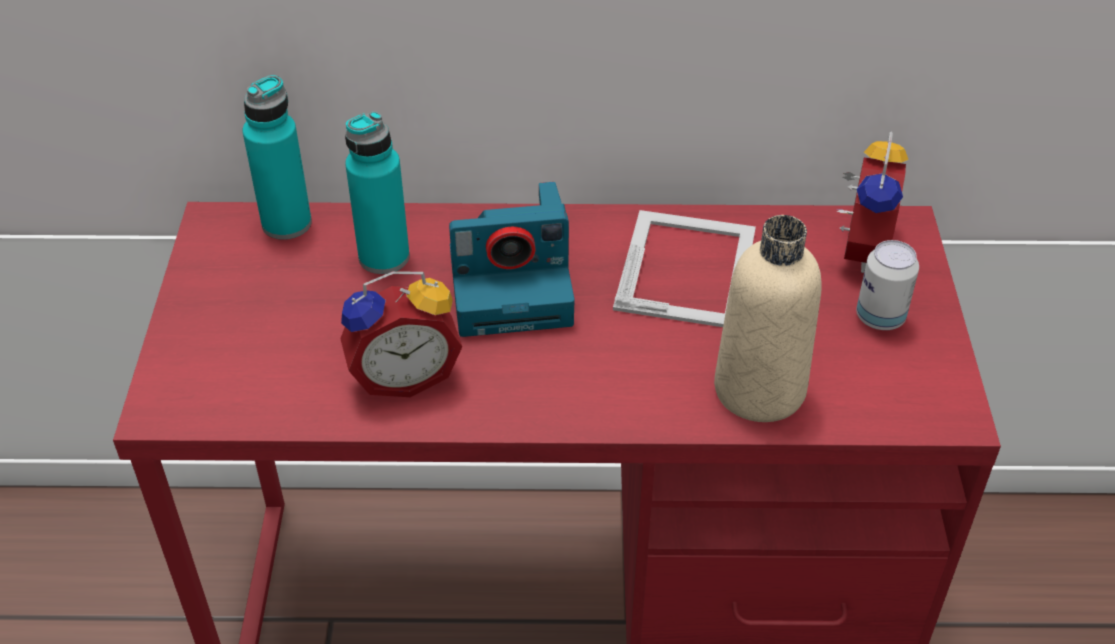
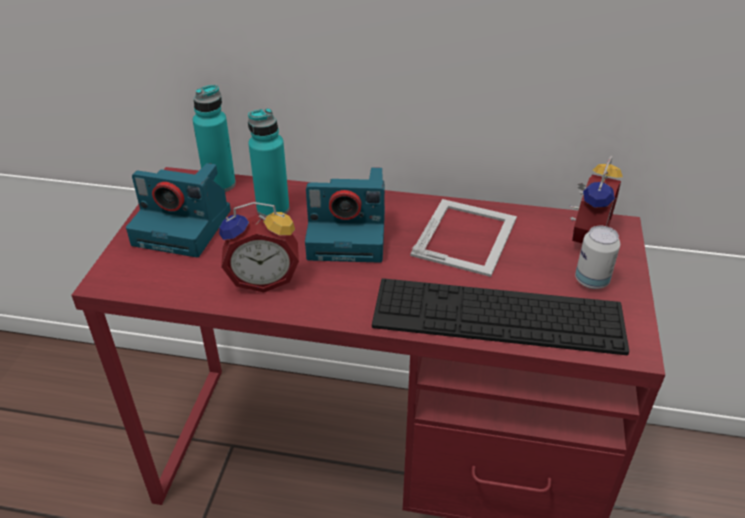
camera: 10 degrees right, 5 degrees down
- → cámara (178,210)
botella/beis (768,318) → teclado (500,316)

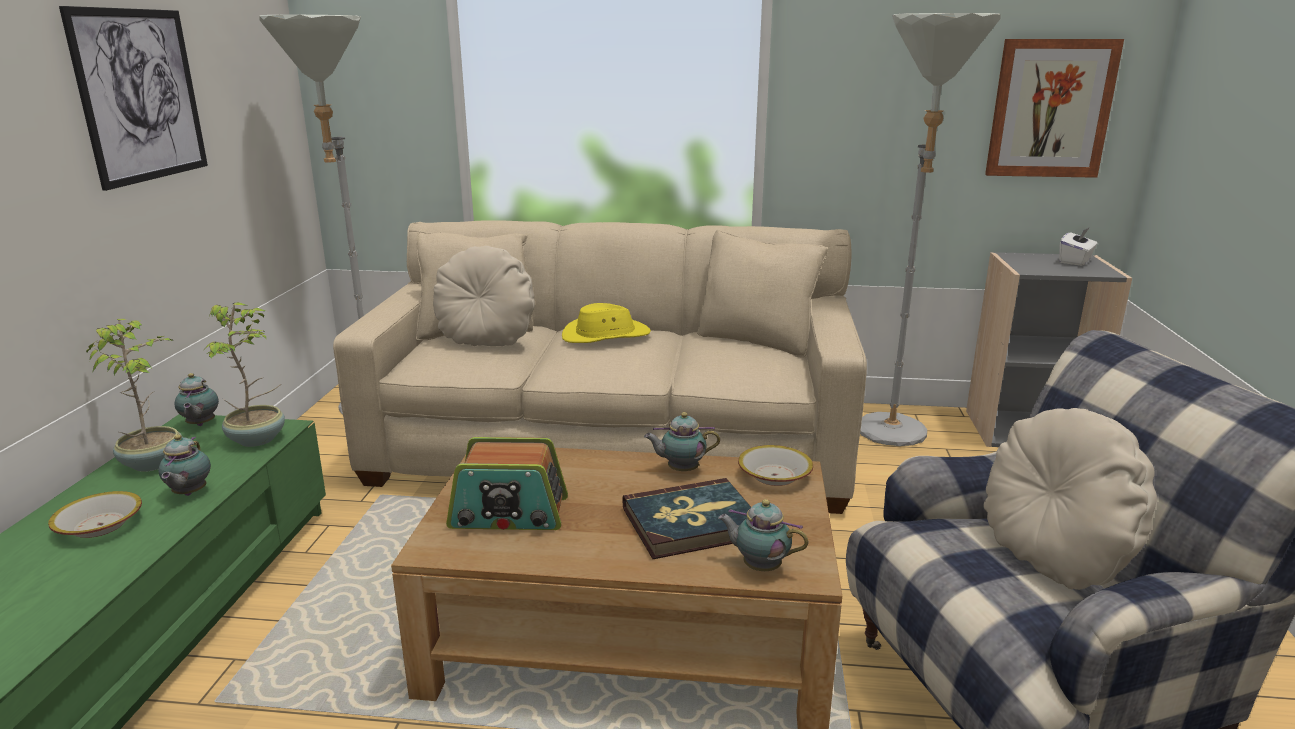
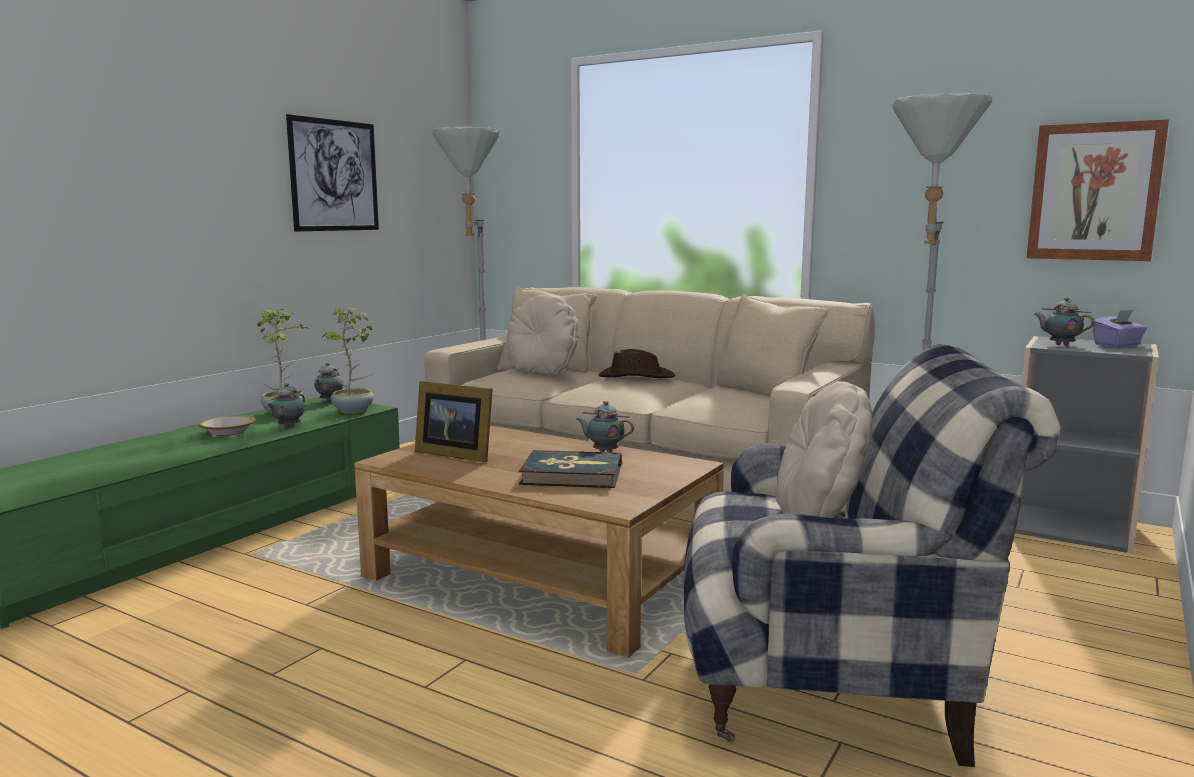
camera: 25 degrees right, 10 degrees down
cuenco (775,465) → -
tetera (763,535) → tetera (1064,321), move
radio (507,483) → portarretratos (454,421)
sombrero/amarillo (606,323) → sombrero/marrón (637,363)
caja de pañuelos/blanco (1078,246) → caja de pañuelos/morado (1120,329)

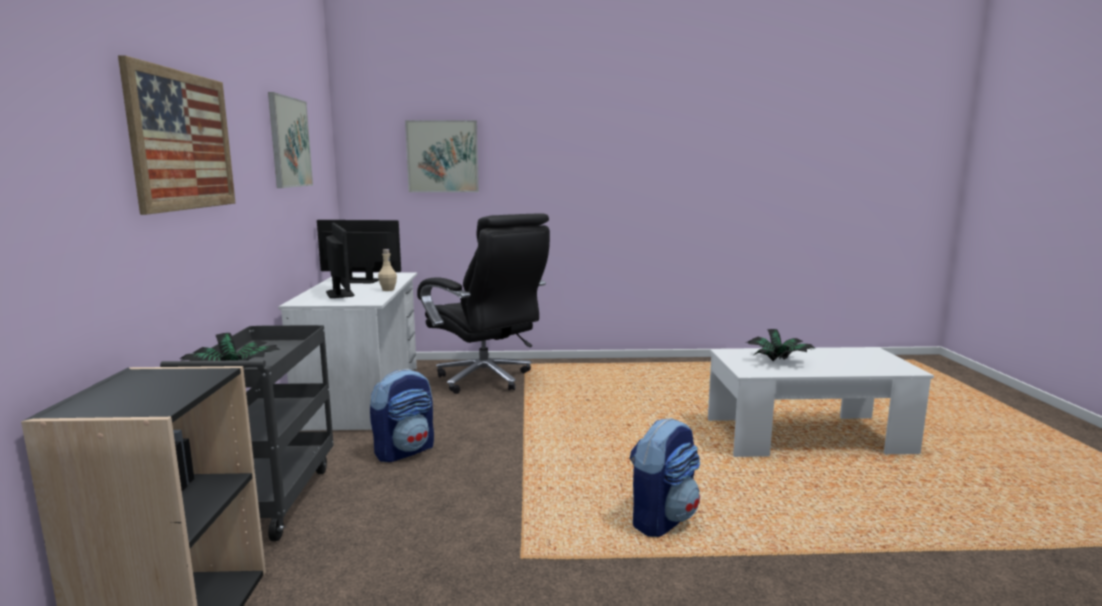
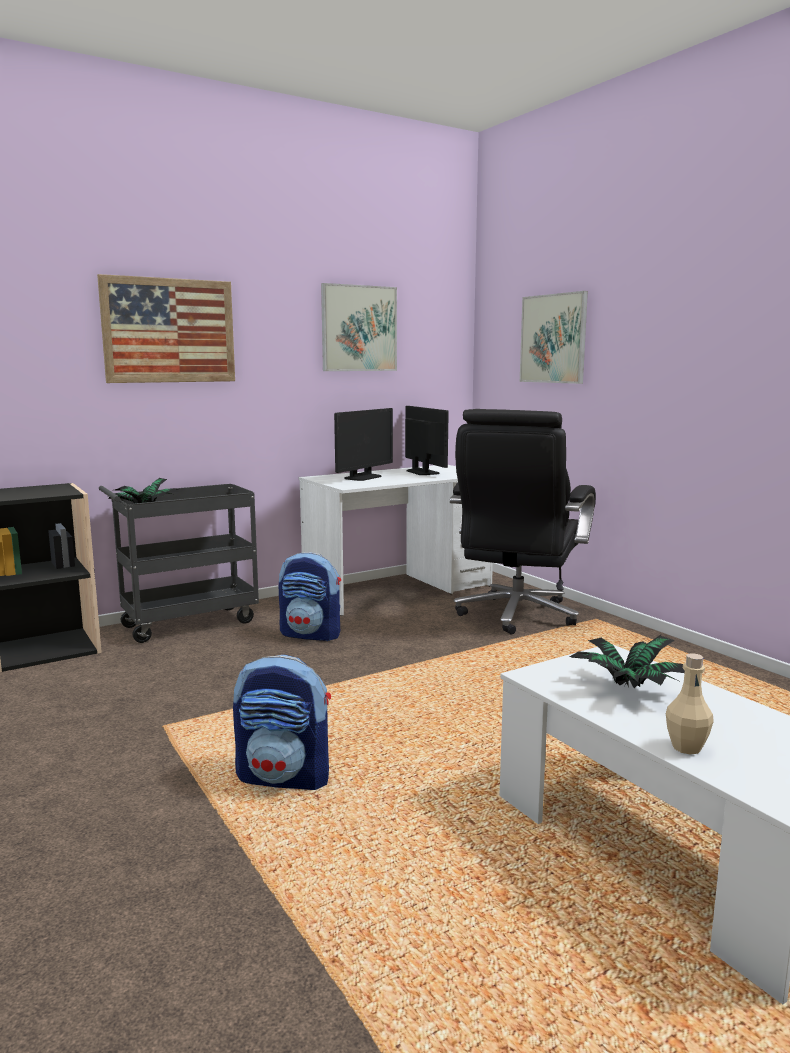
camera: 60 degrees right, 0 degrees up
botella/beis (387,270) → botella/beis (690,704), move

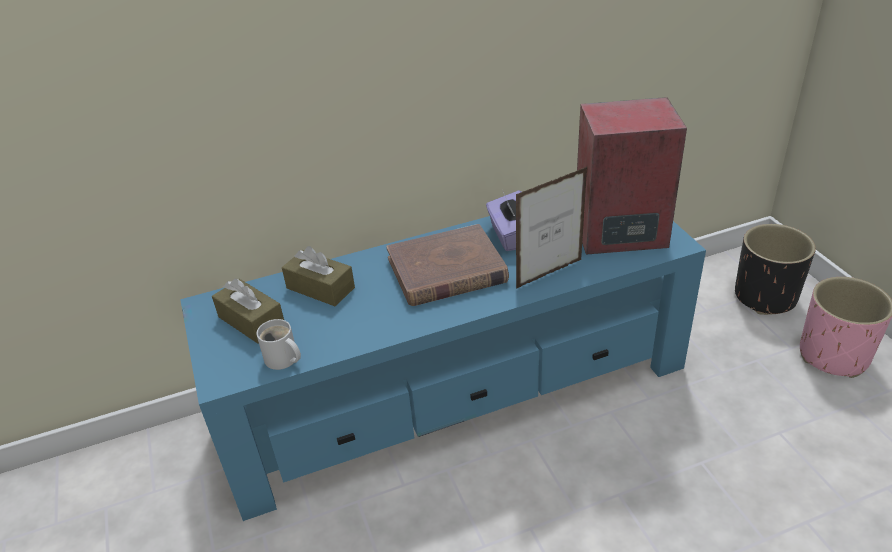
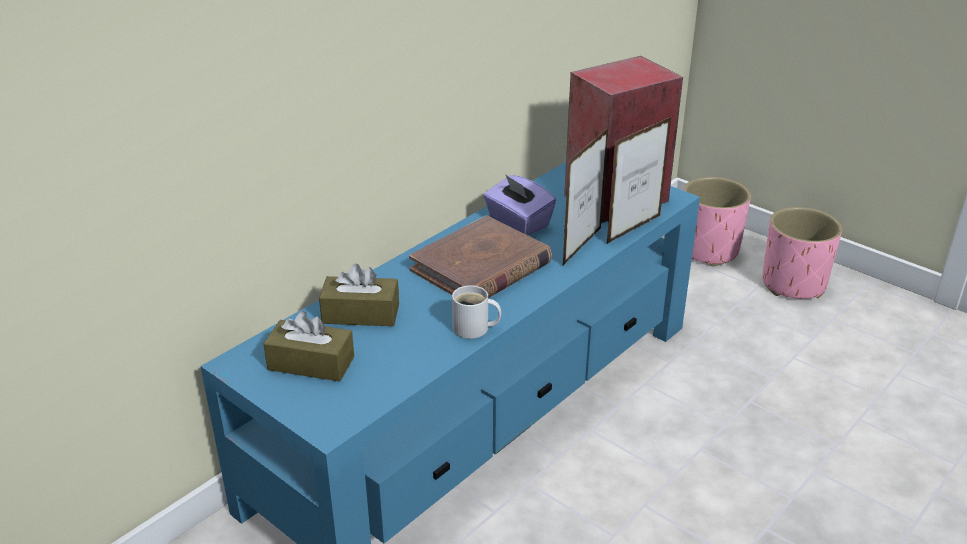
camera: 30 degrees left, 5 degrees down
- → portarretratos (639,180)
taza grande/blanco (278,344) → taza grande/blanco (476,312), move
maceta/negro (775,269) → maceta/rosa (717,221)

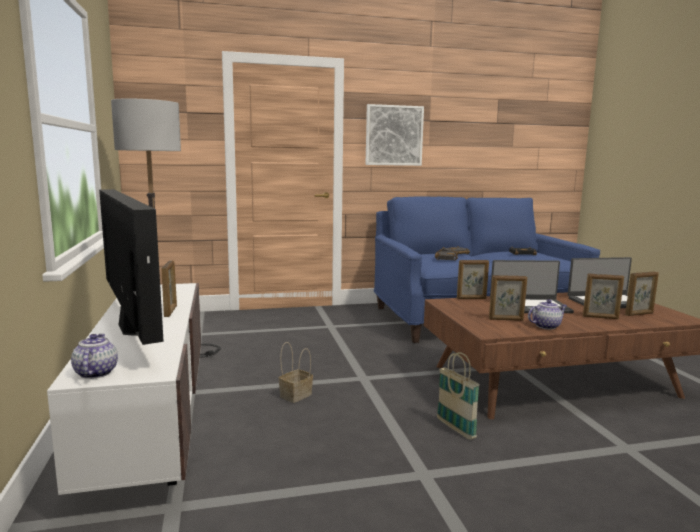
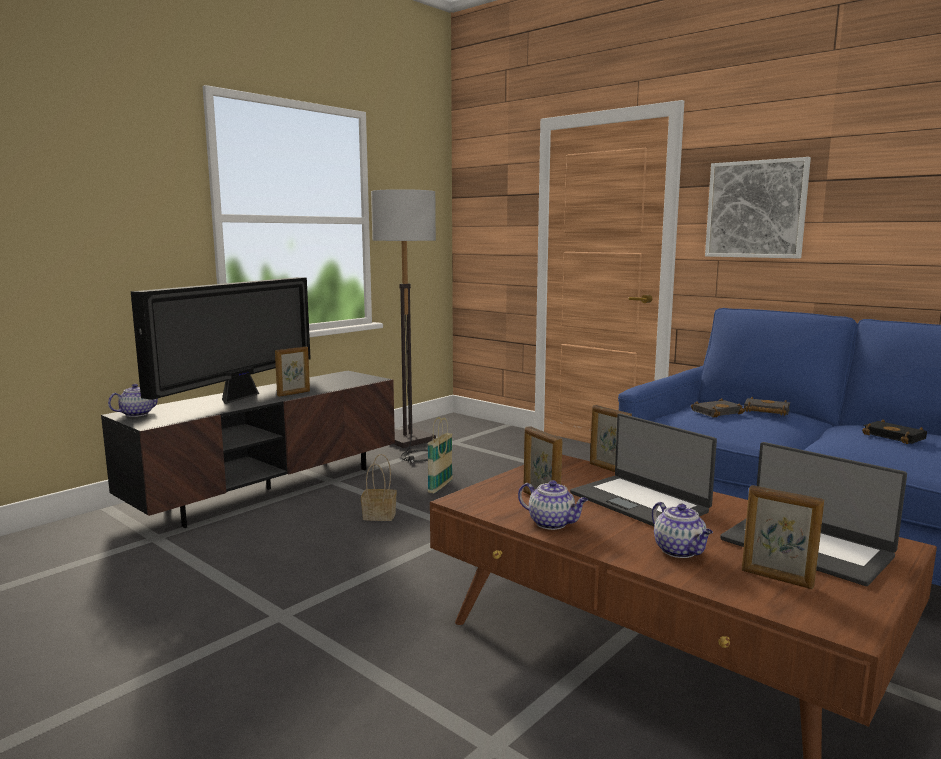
camera: 55 degrees right, 0 degrees up
cesta (458,396) → cesta (440,455), move
portarretratos (603,296) → tetera (682,530)
mueble de televisión/blanco (124,389) → mueble de televisión/negro (248,449)

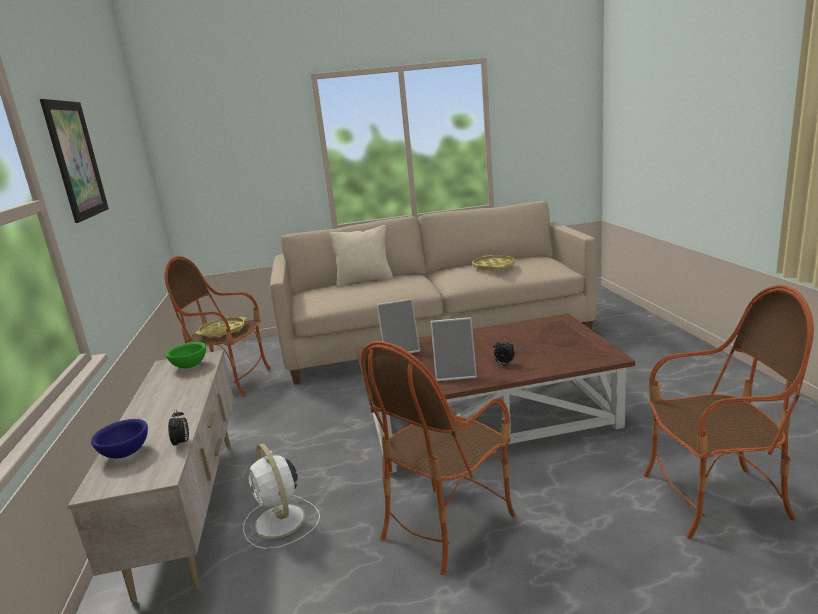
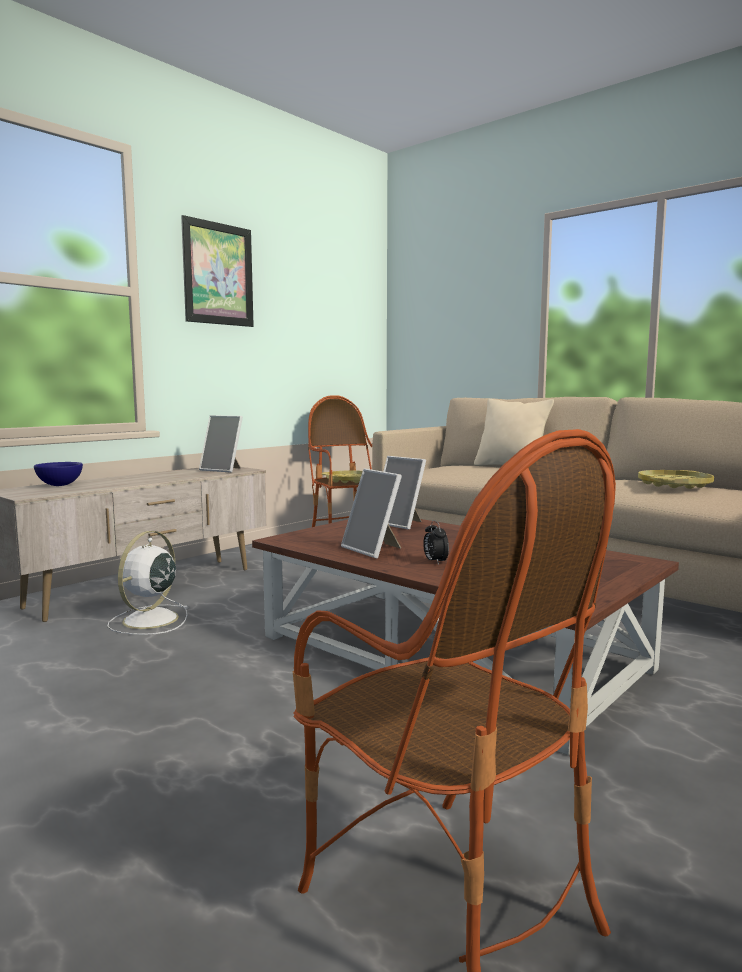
camera: 50 degrees right, 10 degrees down
despertador (178,428) → -
sillón (438,458) → -
cuenco/verde (186,355) → portarretratos (221,444)

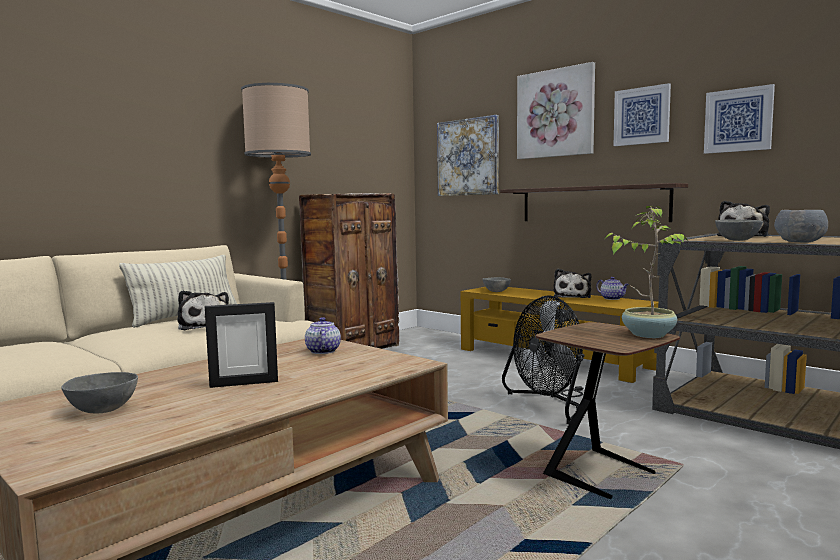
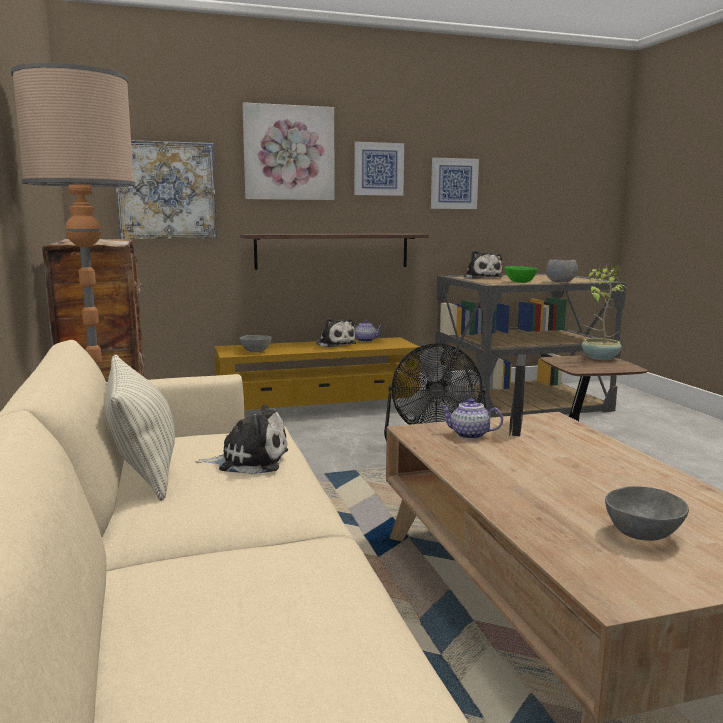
camera: 60 degrees left, 5 degrees up
portarretratos (241,345) → portarretratos (517,395), move
cuenco/gris (739,230) → cuenco/verde (521,274)

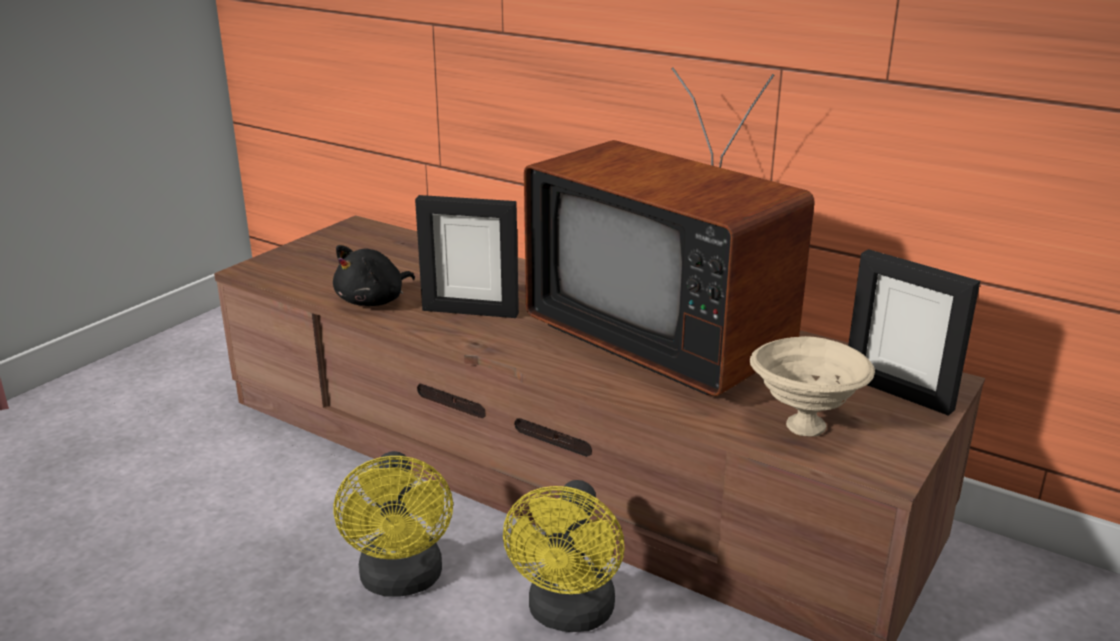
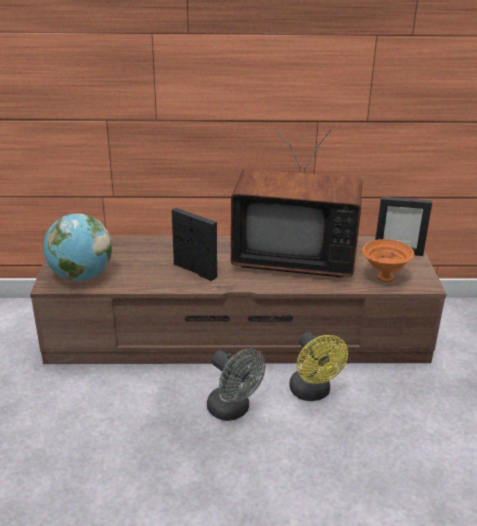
camera: 35 degrees left, 5 degrees up
peluche/negro (374,275) → -
- → globo terráqueo (77,247)
ventilador/amarillo (393,524) → ventilador/gris (236,385)
cuenco/beis (812,386) → cuenco/naranja (388,260)
portarretratos (467,256) → portarretratos (194,244), 120 degrees counterclockwise

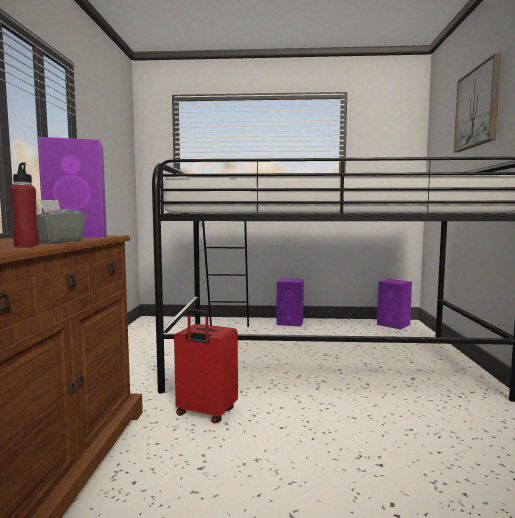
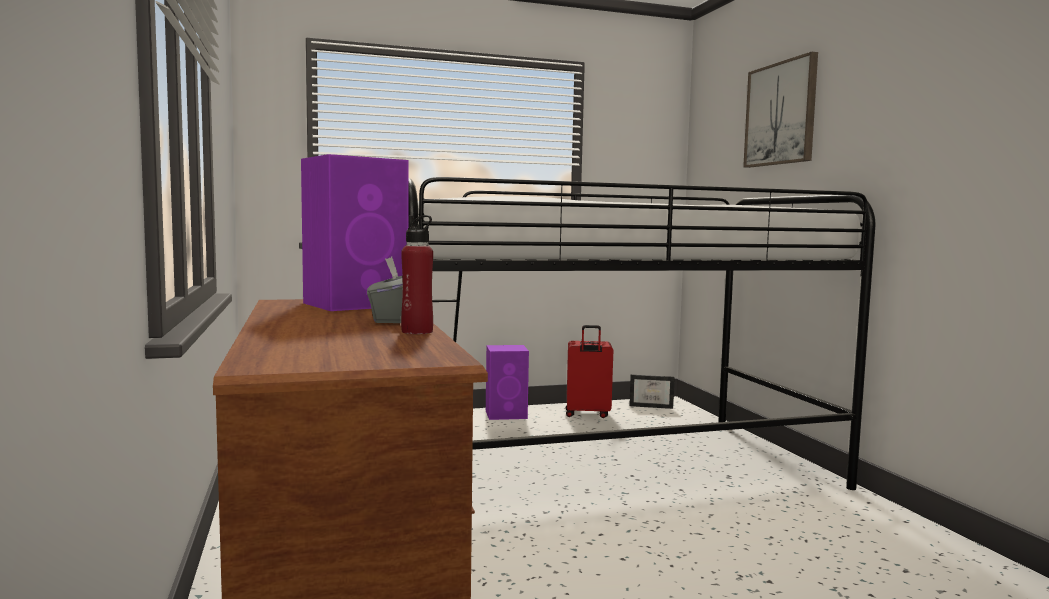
camera: 20 degrees left, 0 degrees up
maleta/rojo (206,366) → maleta/rojo (589,371), move
altavoz/morado (394,304) → portarretratos (652,392)

